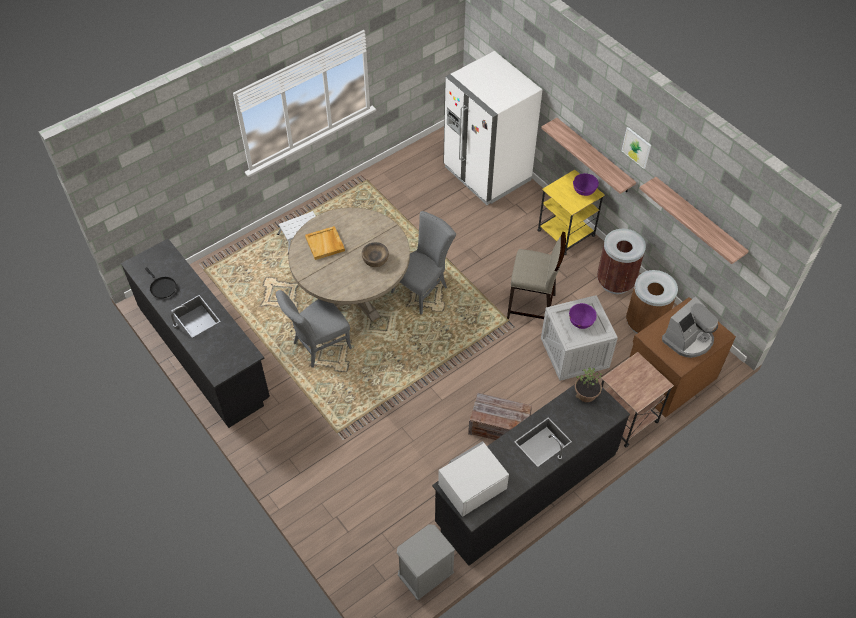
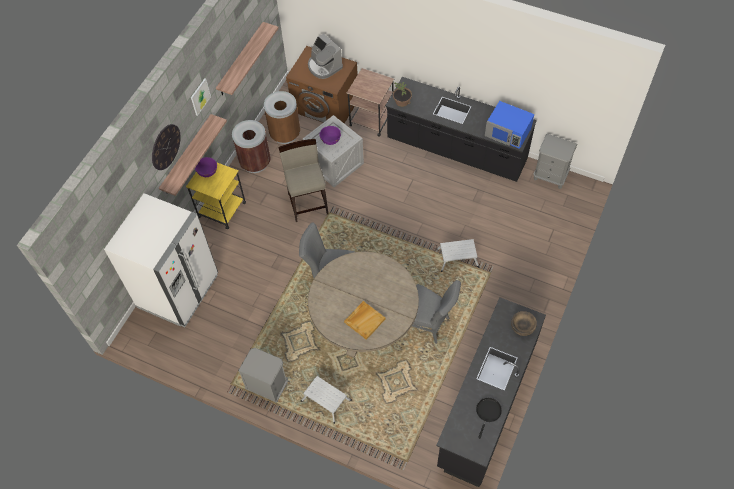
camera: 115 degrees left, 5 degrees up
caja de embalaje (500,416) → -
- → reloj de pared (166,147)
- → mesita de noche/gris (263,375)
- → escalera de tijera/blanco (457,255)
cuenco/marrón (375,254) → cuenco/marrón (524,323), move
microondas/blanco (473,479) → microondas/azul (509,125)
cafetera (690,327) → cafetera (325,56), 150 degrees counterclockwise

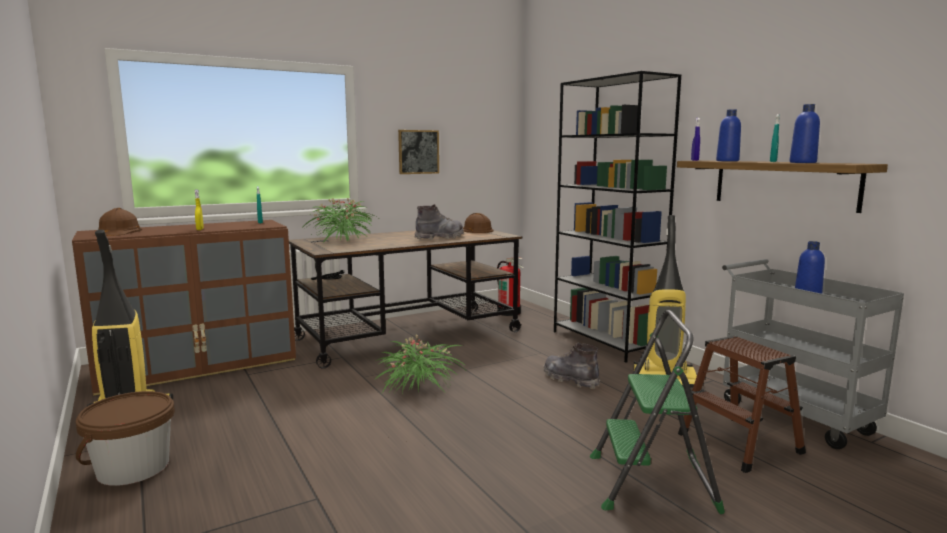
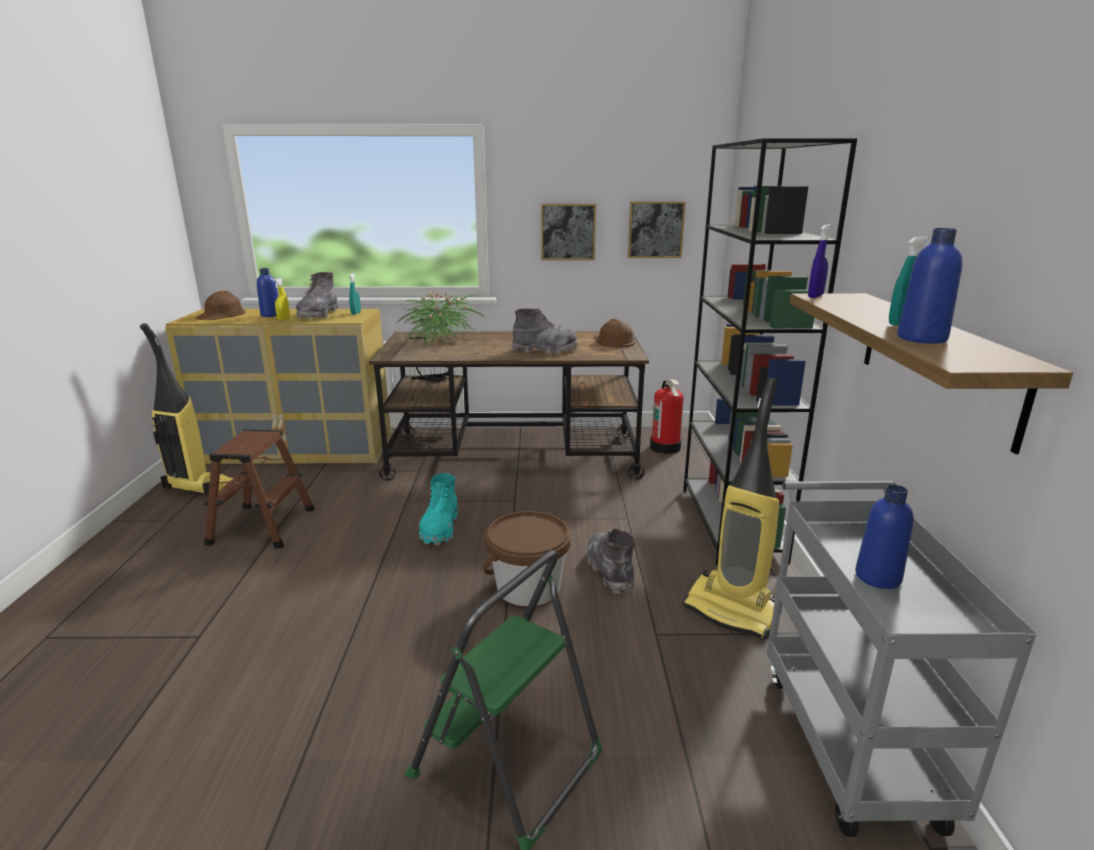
camera: 30 degrees right, 10 degrees up
- → bota/gris (317,295)
- → cuadro (657,229)
cubo/marrón (125,438) → cubo/marrón (527,558), move
escalera de tijera/marrón (742,404) → escalera de tijera/marrón (259,489), move
botella/azul (728,135) → botella/azul (268,292), move
planta en maceta (420,364) → bota/turquesa (438,509)
armario/marrón (184,308) → armario/amarillo (278,386)

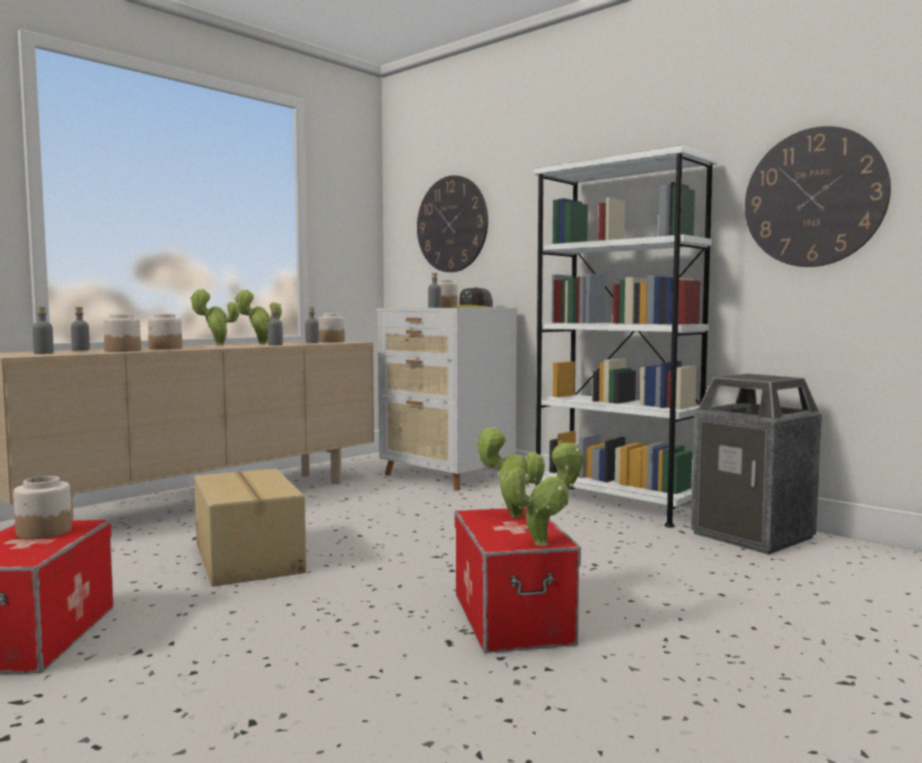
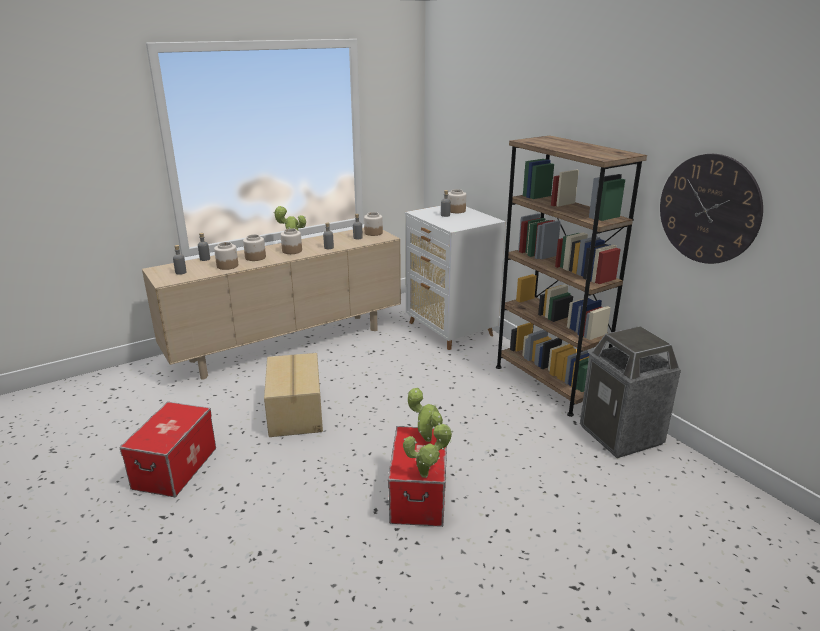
camera: 15 degrees right, 20 degrees up
planta en maceta (258,316) → -
reloj de pared (452,223) → -
gorra/gris (472,297) → -
tarro (42,507) → tarro (291,241), move
estantería/blanco (626,336) → estantería/marrón (571,276)

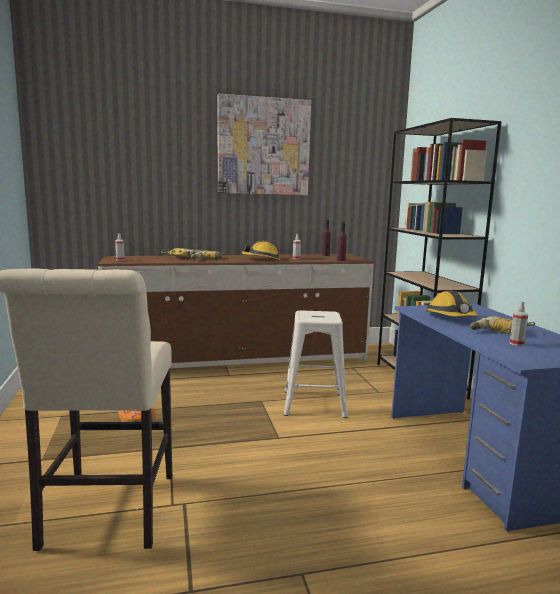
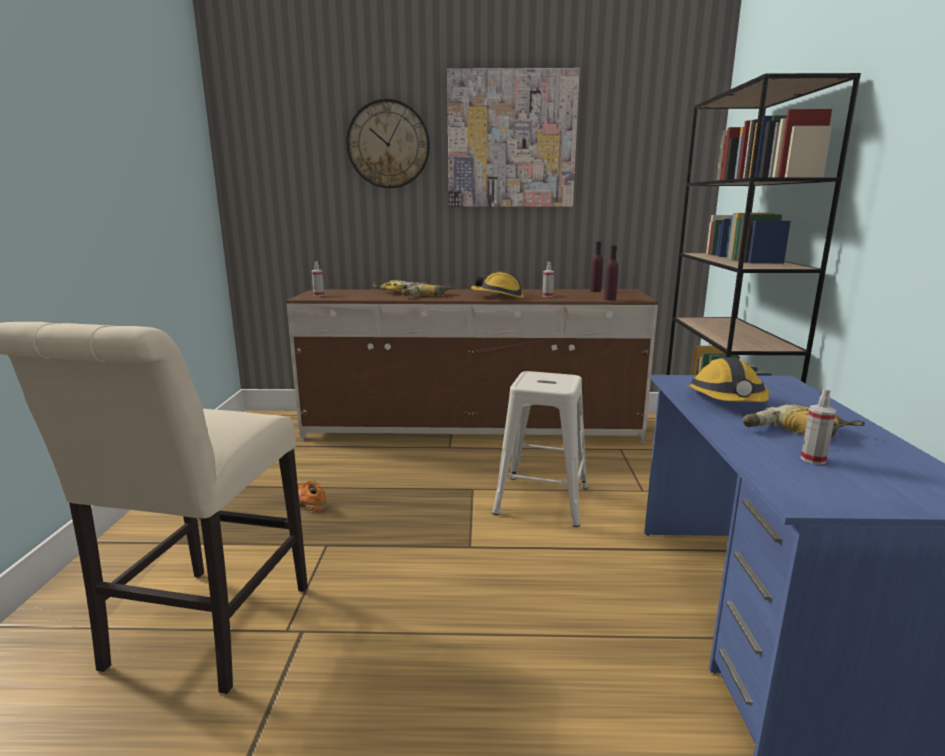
camera: 15 degrees right, 5 degrees up
- → reloj de pared (388,143)

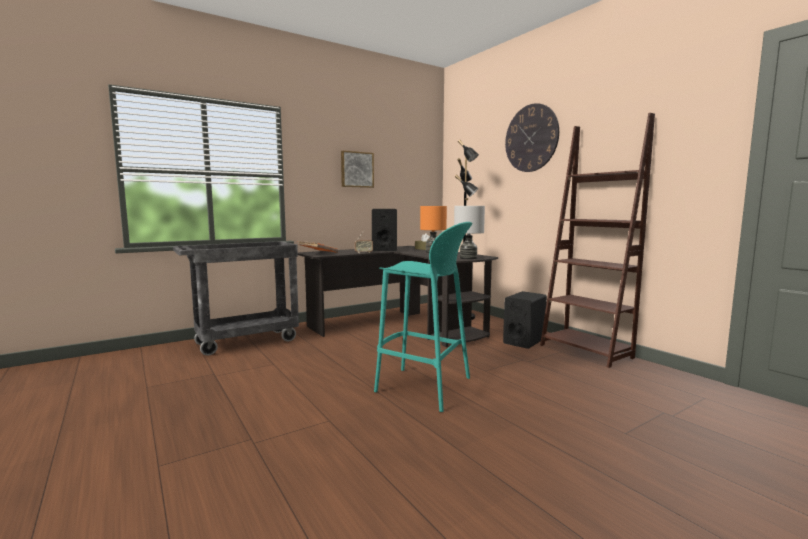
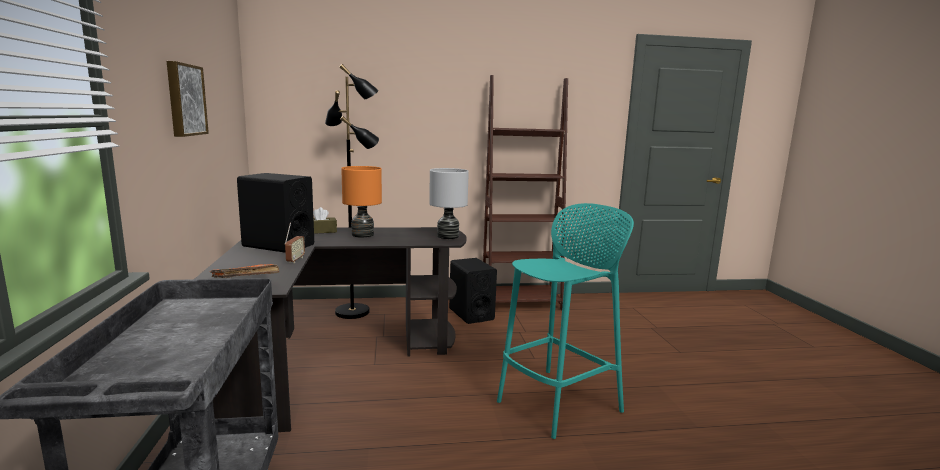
camera: 65 degrees left, 5 degrees up
reloj de pared (532,137) → -

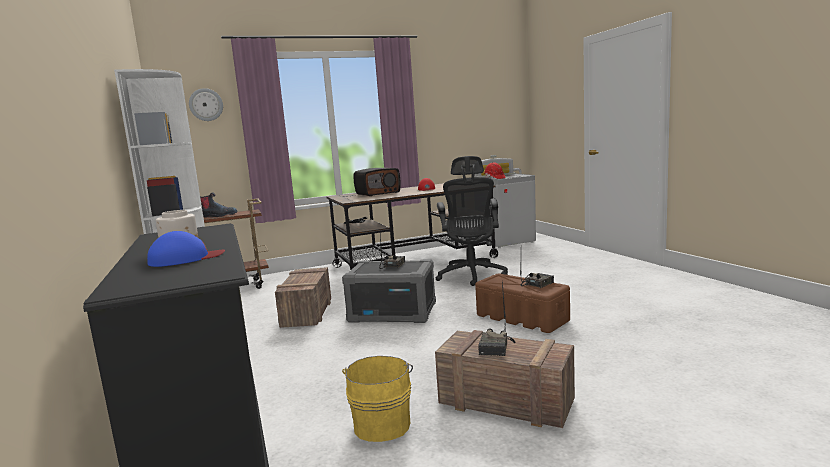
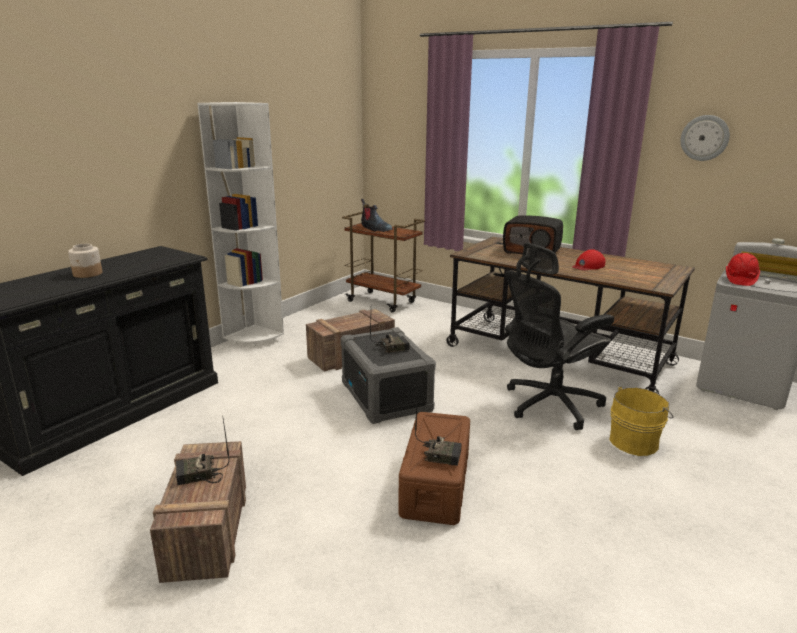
camera: 55 degrees right, 10 degrees up
gorra/azul (186,249) → -
reloj de pared (206,104) → reloj de pared (705,138), move
cubo/amarillo (377,399) → cubo/amarillo (641,421), move

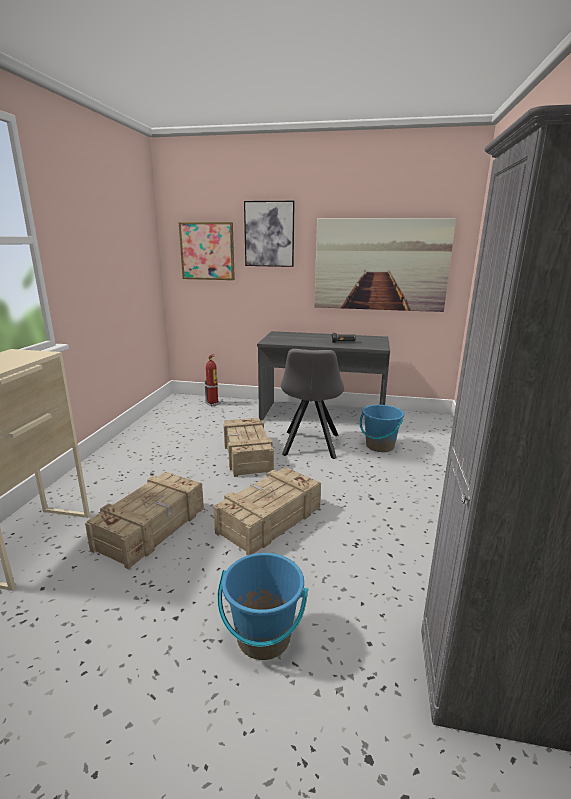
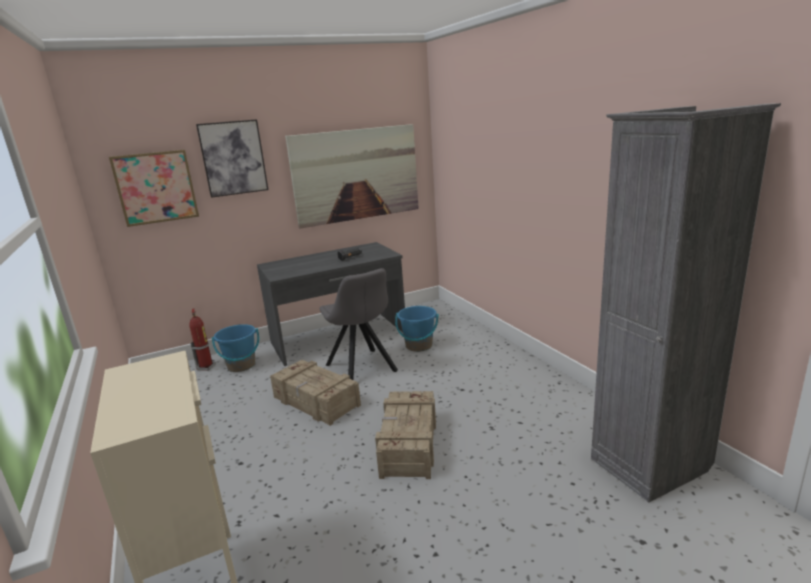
camera: 35 degrees left, 0 degrees up
caja de embalaje (144,521) → -
cubo/azul (262,606) → cubo/azul (235,348), move

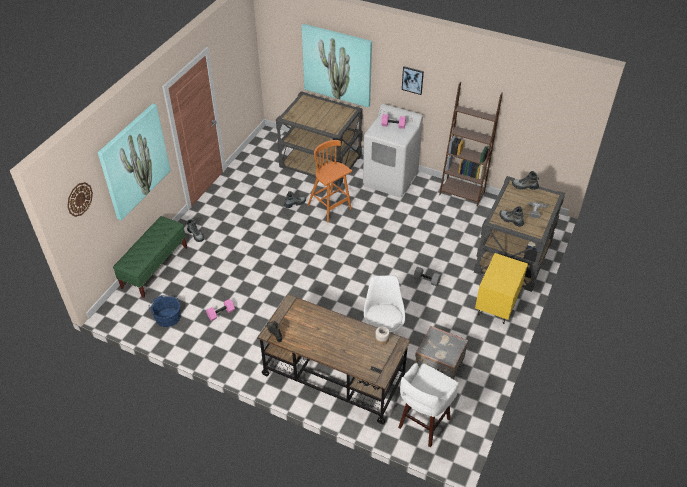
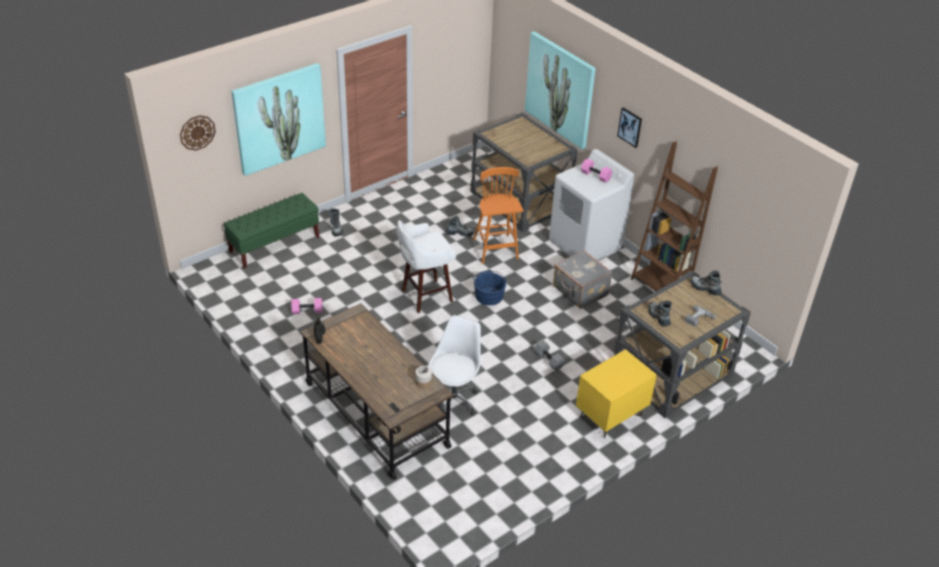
camera: 25 degrees right, 5 degrees down
cubo/azul (165,310) → cubo/azul (489,288), move
taburete/blanco (428,405) → taburete/blanco (426,266), move
maleta/gris (441,352) → maleta/gris (582,279), move

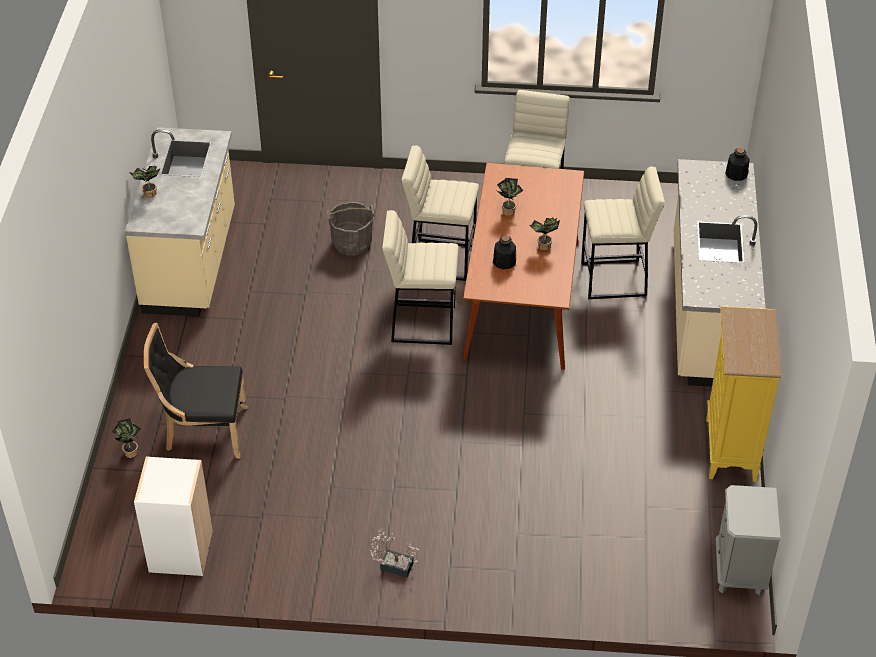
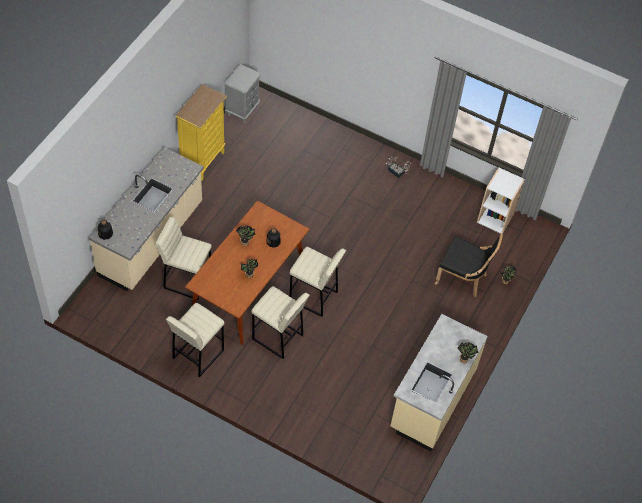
camera: 160 degrees left, 10 degrees up
cubo/gris (350,229) → -

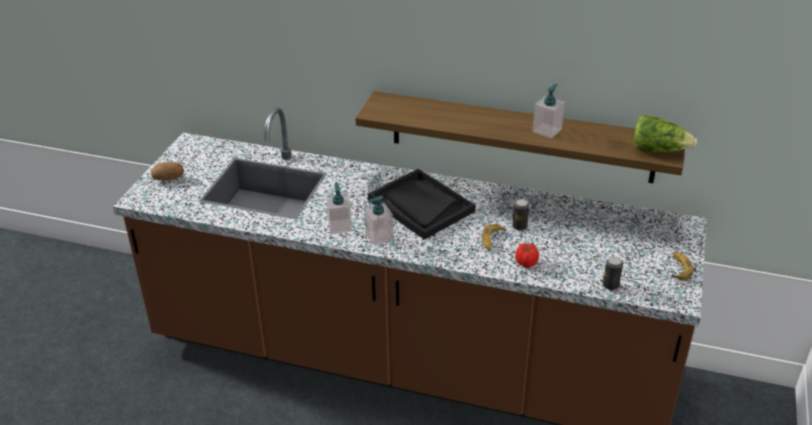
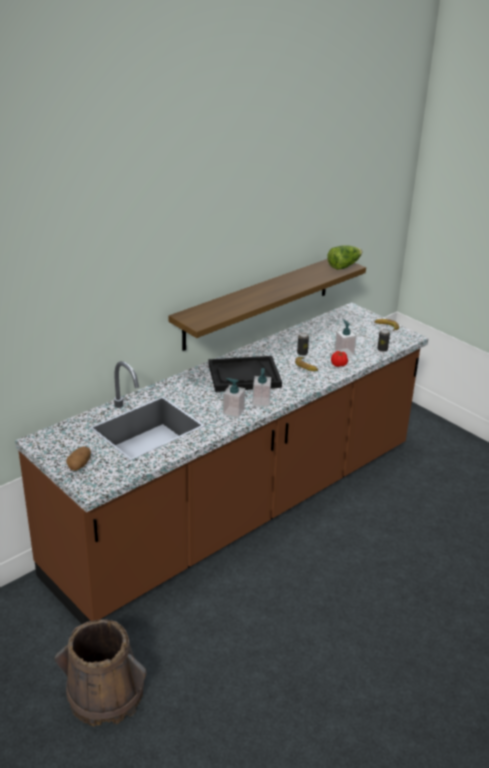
camera: 60 degrees left, 5 degrees down
- → cubo/marrón (100,673)
dispensador de jabón (548,111) → dispensador de jabón (345,338), move

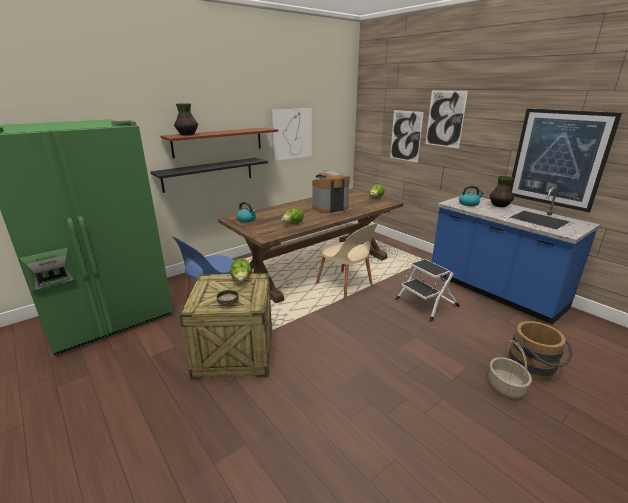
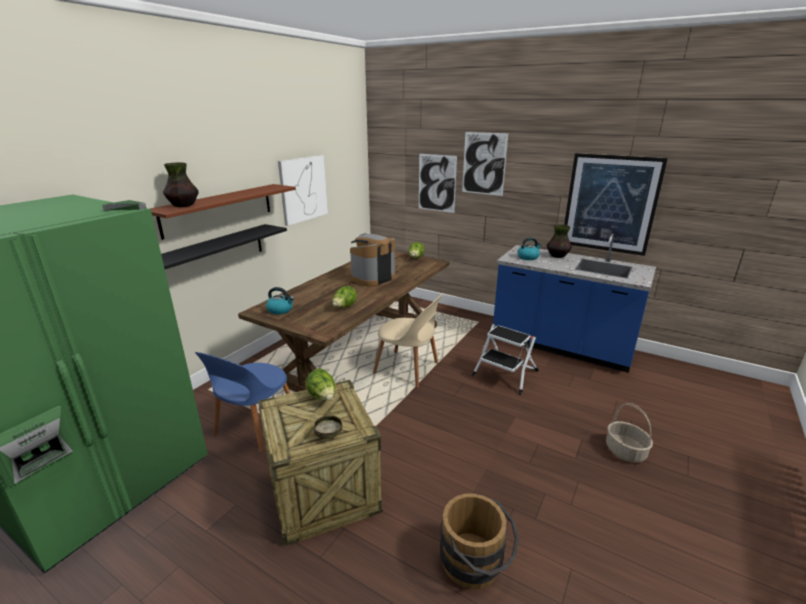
camera: 20 degrees left, 0 degrees up
cubo/marrón (541,351) → cubo/marrón (479,541), move

